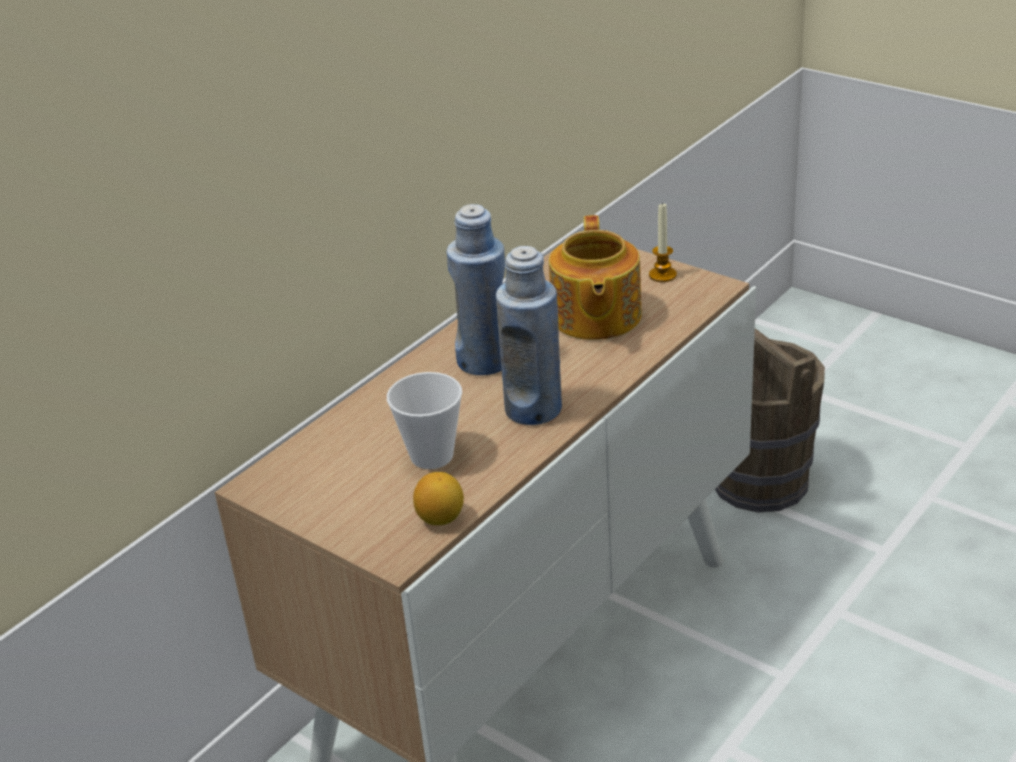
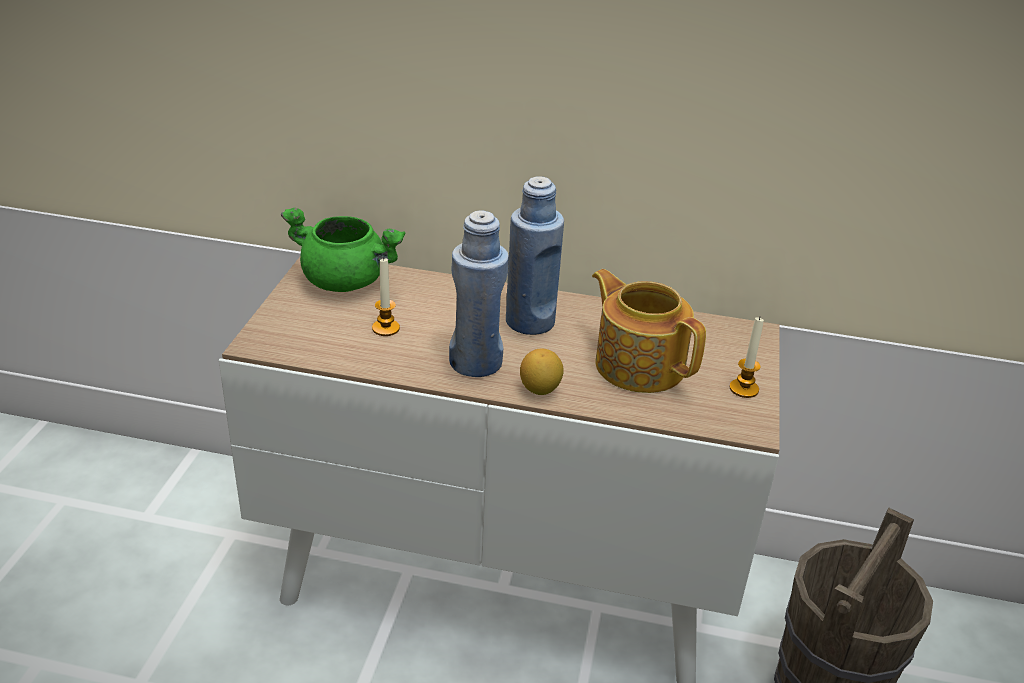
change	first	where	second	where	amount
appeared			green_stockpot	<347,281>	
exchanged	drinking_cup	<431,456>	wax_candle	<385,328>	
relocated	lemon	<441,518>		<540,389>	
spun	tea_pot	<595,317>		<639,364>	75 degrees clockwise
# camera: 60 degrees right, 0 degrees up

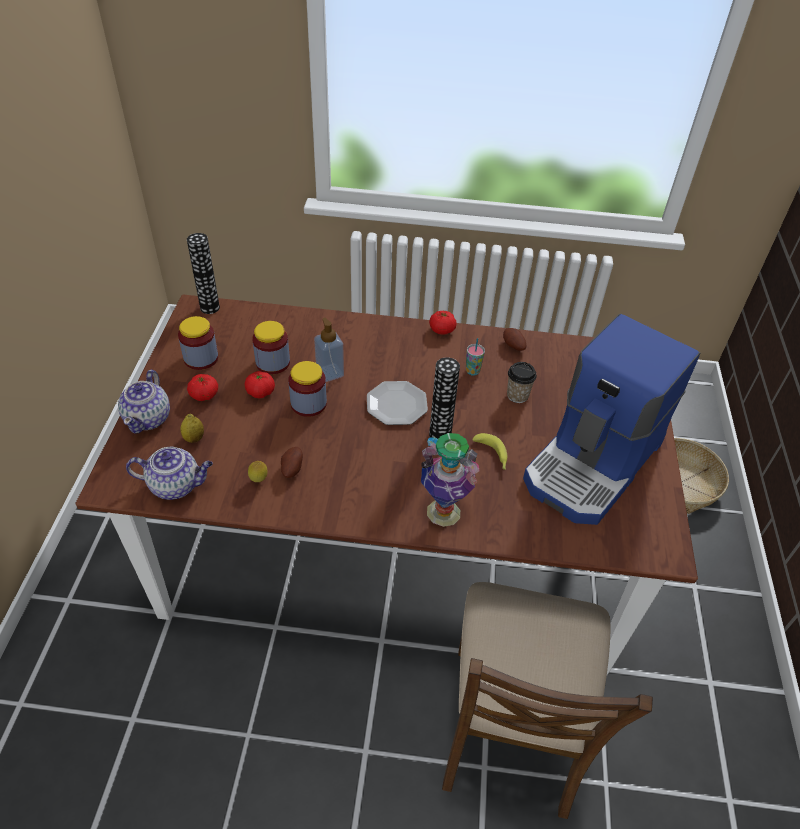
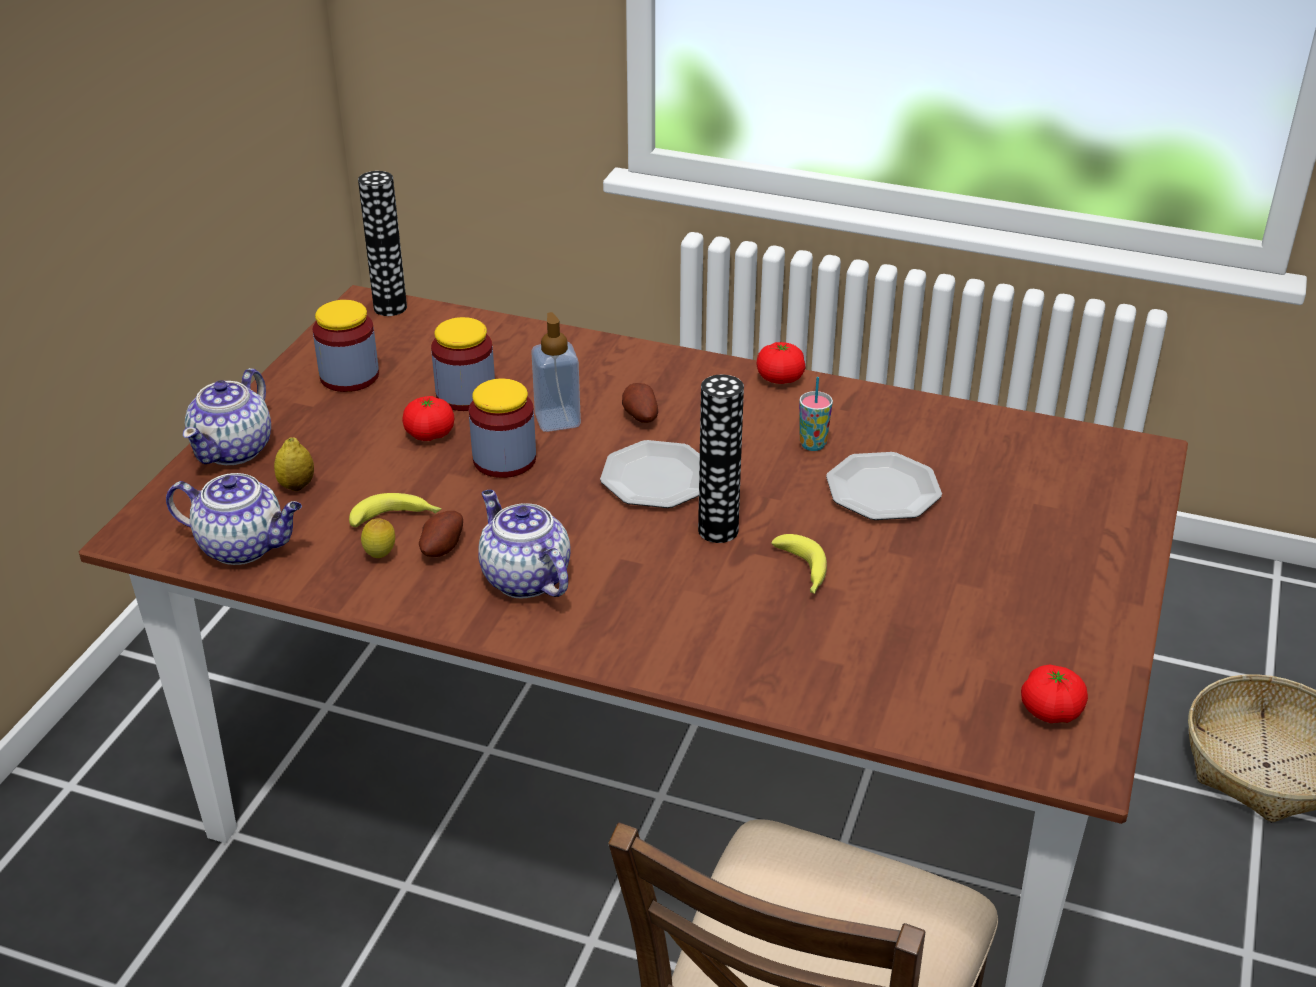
change	first	where	second	where	amount
appeared			whole_banana	<397,518>	
appeared			tea_pot	<523,578>	
relocated	spud	<513,346>		<639,417>	
exchanged	drinking_cup	<517,395>	dinner_plate	<882,490>	
relocated	fresh_tomato	<204,395>		<1050,711>	
missing	flower_vase	<443,513>			
missing	coffee_machine	<593,464>			
# camera: 15 degrees right, 10 degrees down

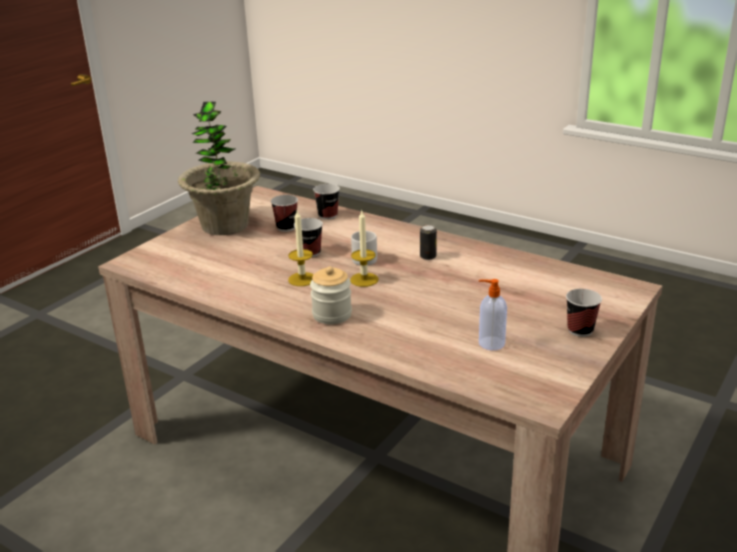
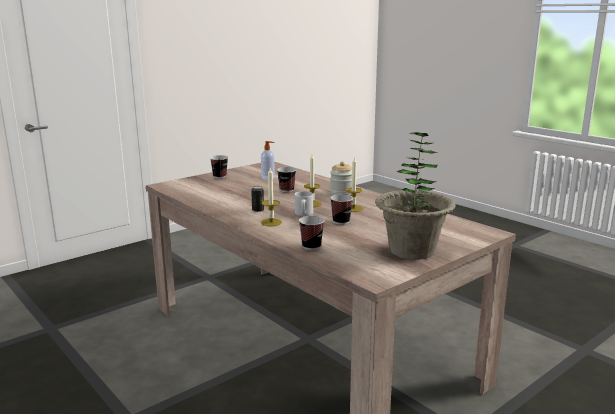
change	first	where	second	where	amount
appeared			wax_candle	<271,222>	
relocated	drinking_cup	<286,227>		<286,190>	
# camera: 165 degrees left, 10 degrees down

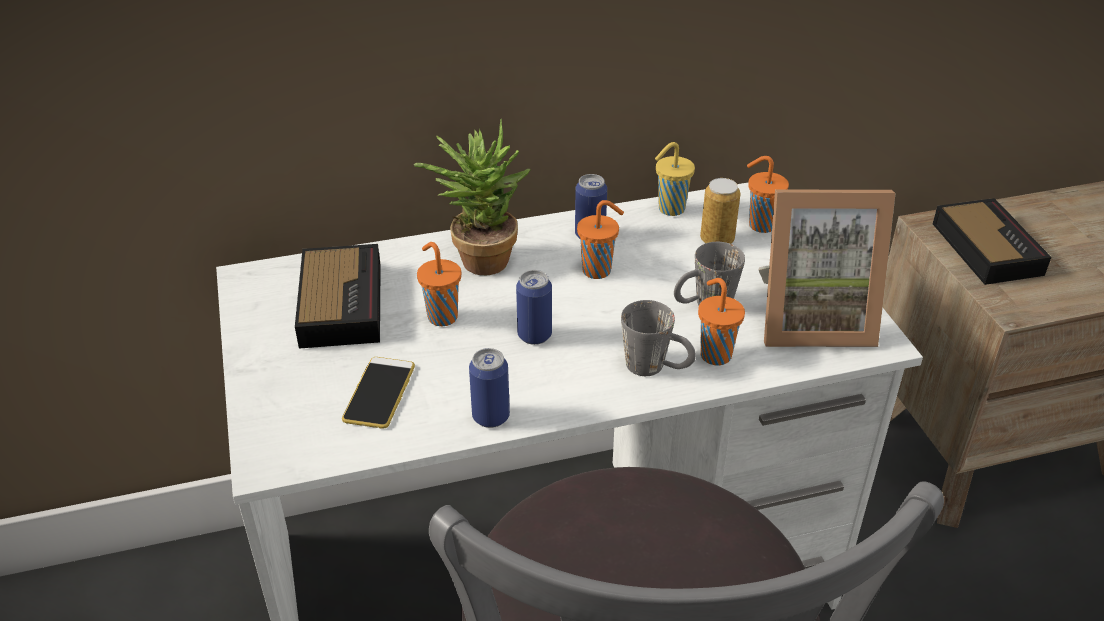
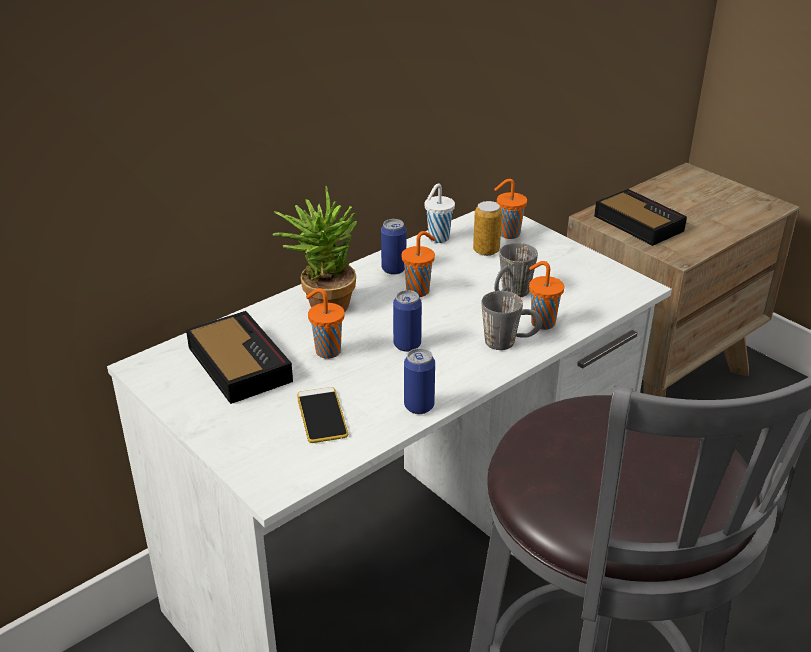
change	first	where	second	where	amount
colour	yellowish_drinking_cup	<670,209>	white_drinking_cup	<437,239>	
missing	photo_frame	<812,319>			
# camera: 25 degrees left, 5 degrees down

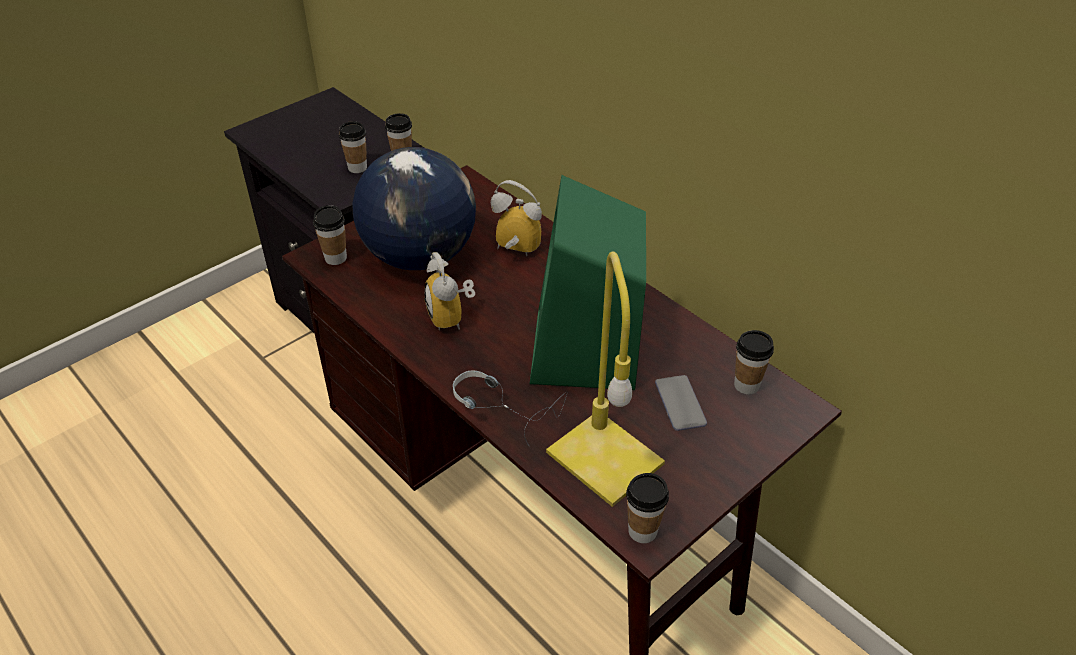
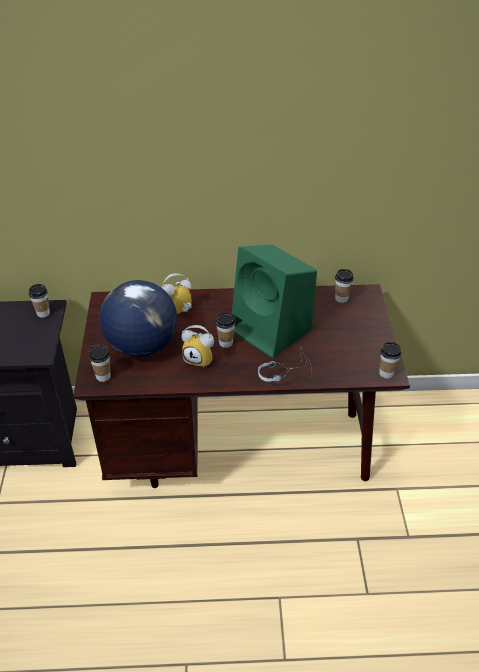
change	first	where	second	where	amount
relocated	drinking_cup	<357,168>		<225,343>	
missing	yellowish_table_lamp	<602,457>			
missing	handset	<680,404>			
# camera: 50 degrees left, 0 degrees up

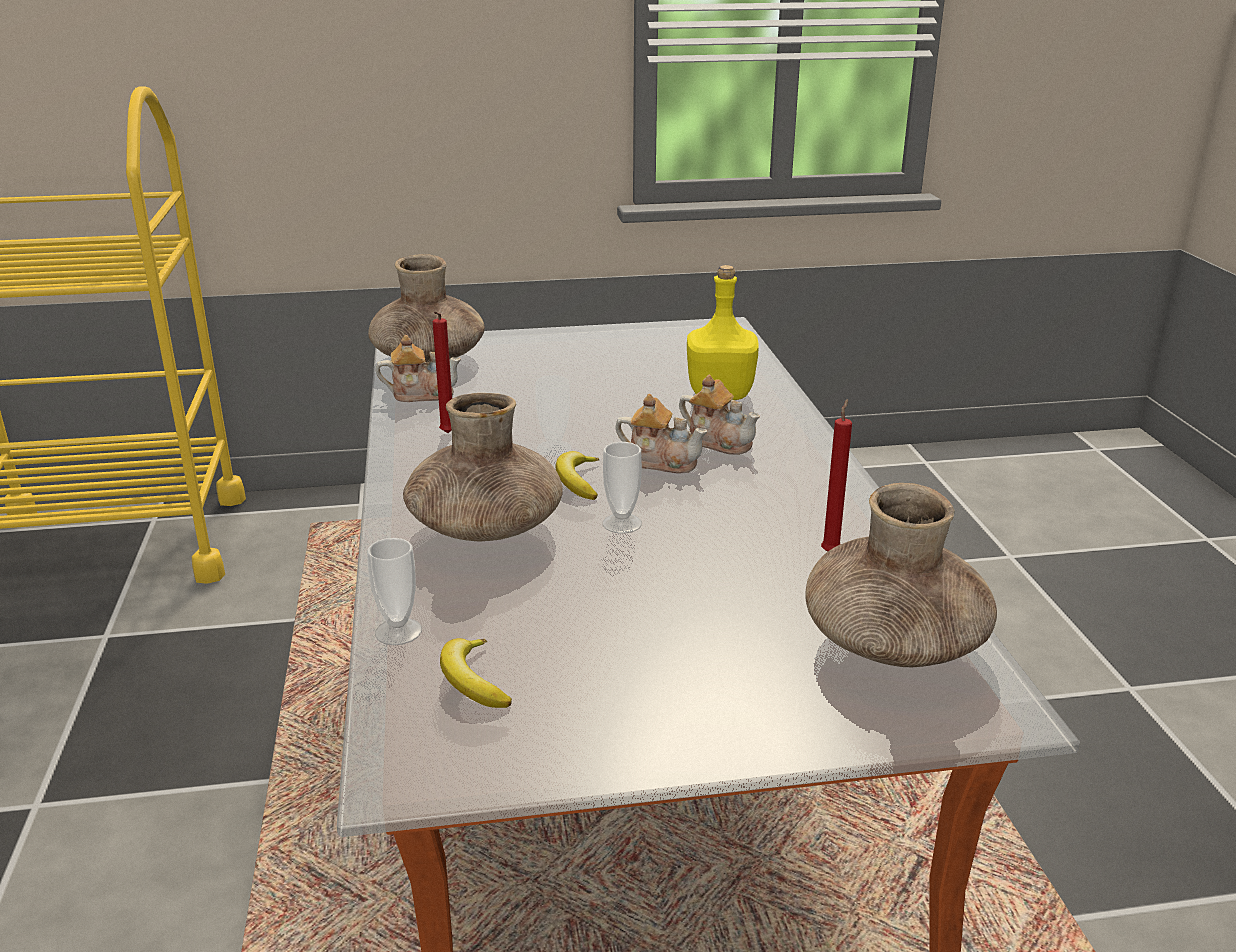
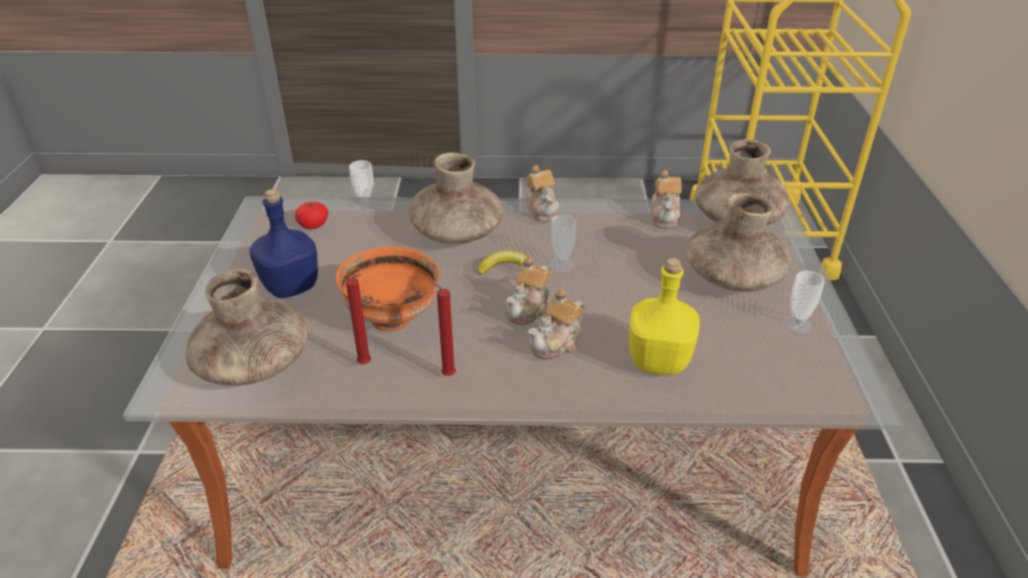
change	first	where	second	where	amount
appeared			blue_drink_bottle	<291,287>	
exchanged	whole_banana	<473,681>	fresh_tomato	<313,224>	
appeared			orange-coloured_deep_dish	<393,319>	
relocated	red_wax_candle	<446,434>		<446,374>	
appeared			tea_pot	<542,209>	
appeared			brownish_flower_vase	<733,278>	
relocated	drinking_cup	<622,523>		<797,324>	
# camera: 100 degrees right, 10 degrees up

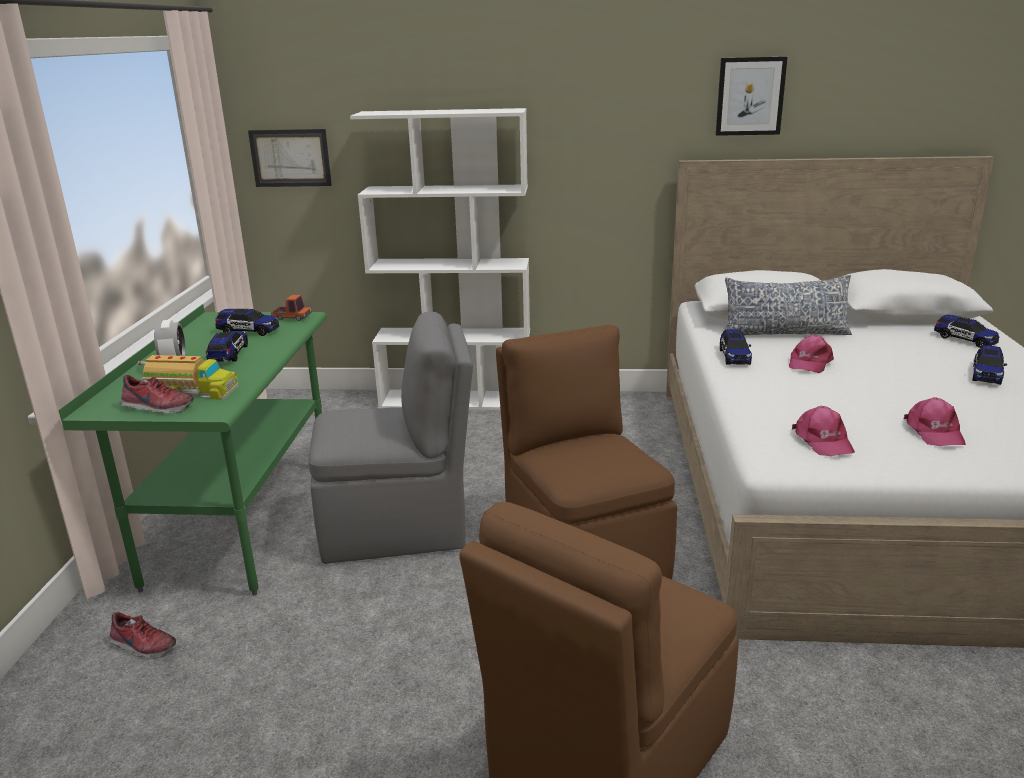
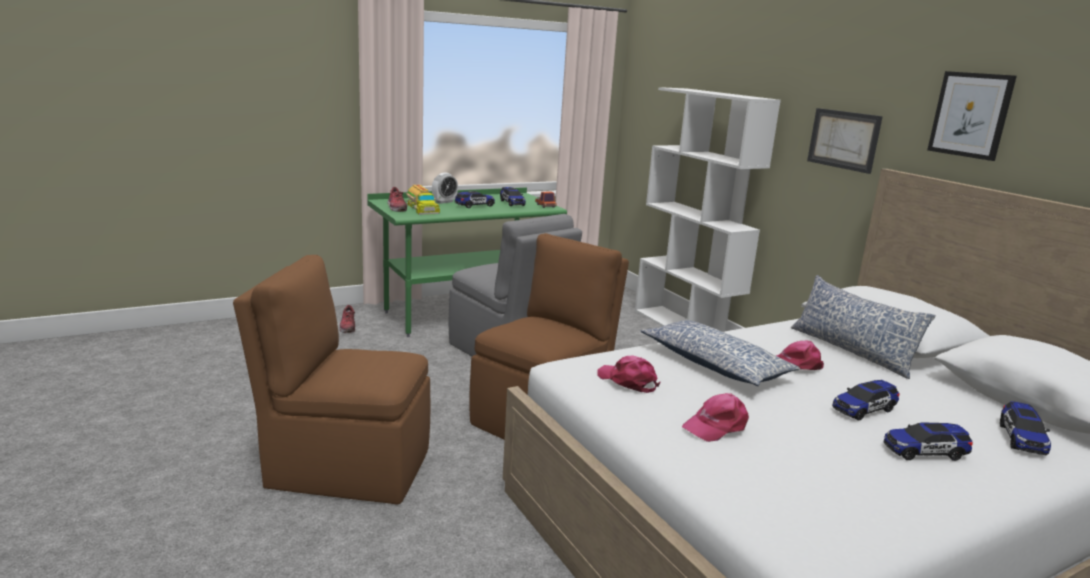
change	first	where	second	where	amount
spun	pink_peaked_cap	<822,441>		<628,381>	90 degrees clockwise
appeared			cushion	<714,365>	
relocated	picture	<290,158>		<843,139>	
relocated	model_car	<734,356>		<864,409>	
# camera: 55 degrees right, 5 degrees down

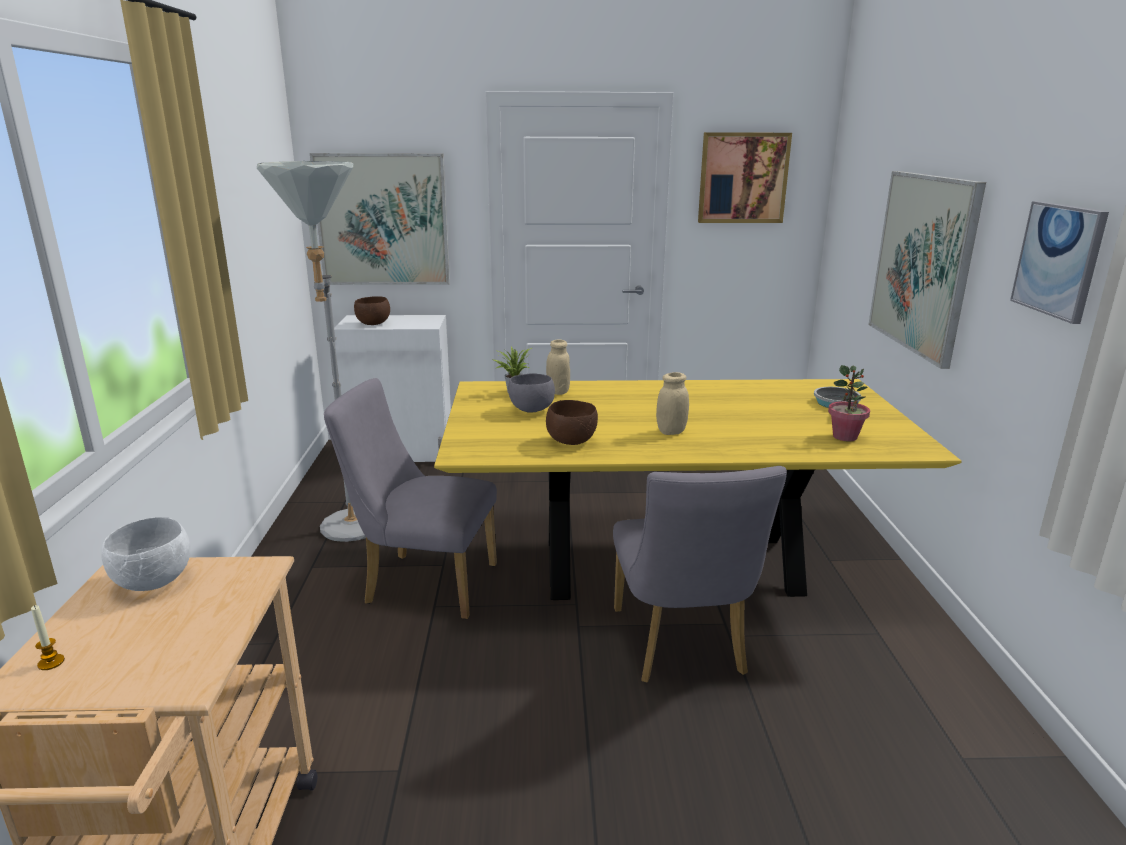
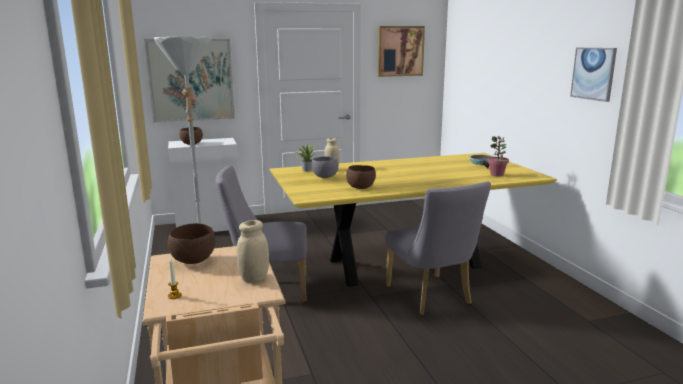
change	first	where	second	where	amount
colour	white_deep_dish	<155,582>	brownish_deep_dish	<194,260>	
relocated	beige-coloured_storage_jar	<671,431>		<254,278>	
missing	picture	<923,263>			
# camera: 15 degrees left, 5 degrees down

